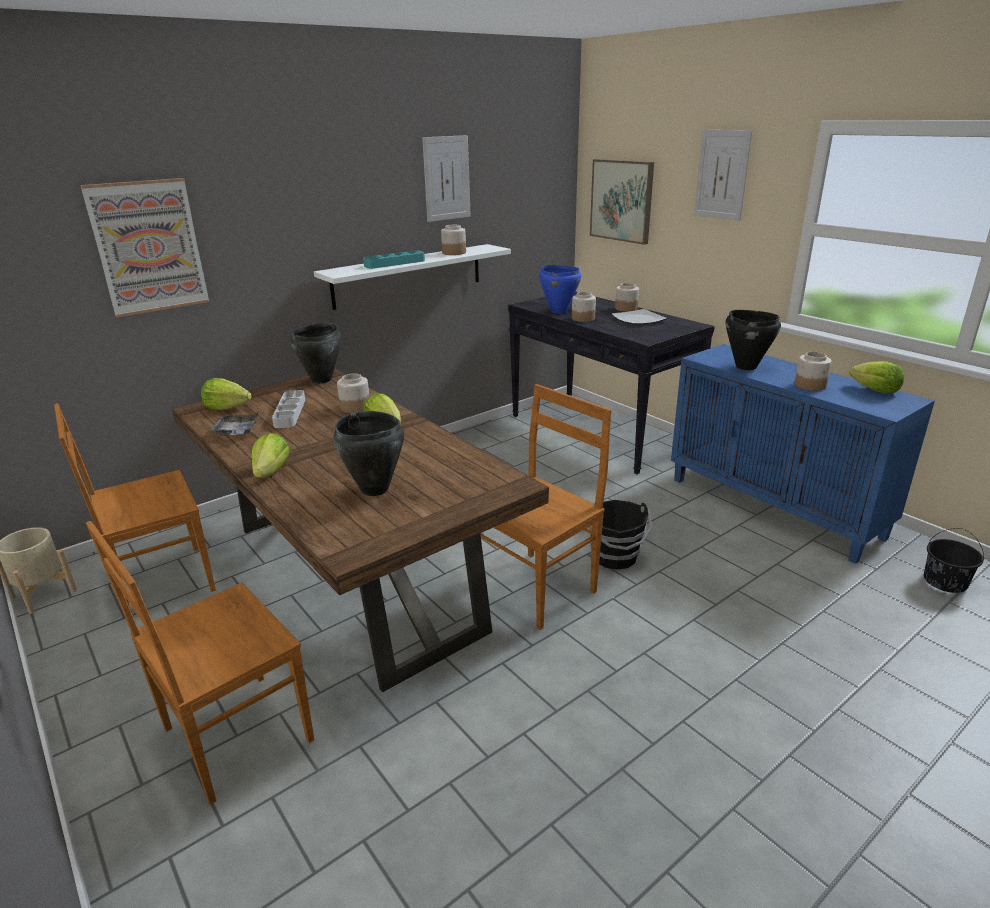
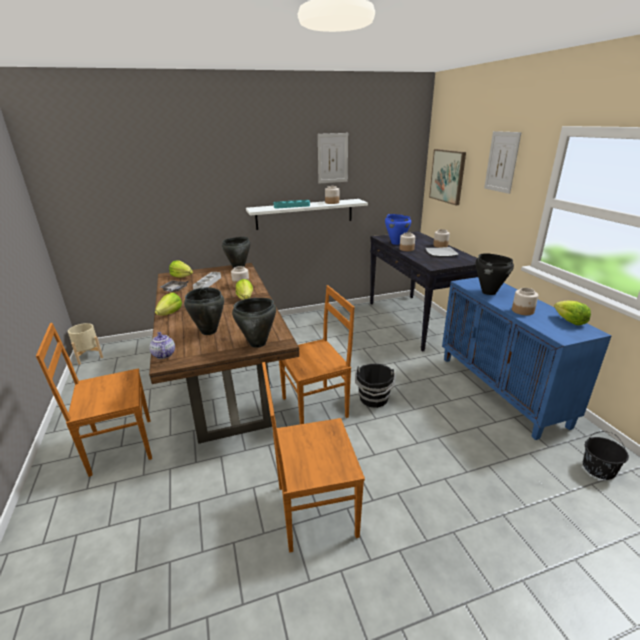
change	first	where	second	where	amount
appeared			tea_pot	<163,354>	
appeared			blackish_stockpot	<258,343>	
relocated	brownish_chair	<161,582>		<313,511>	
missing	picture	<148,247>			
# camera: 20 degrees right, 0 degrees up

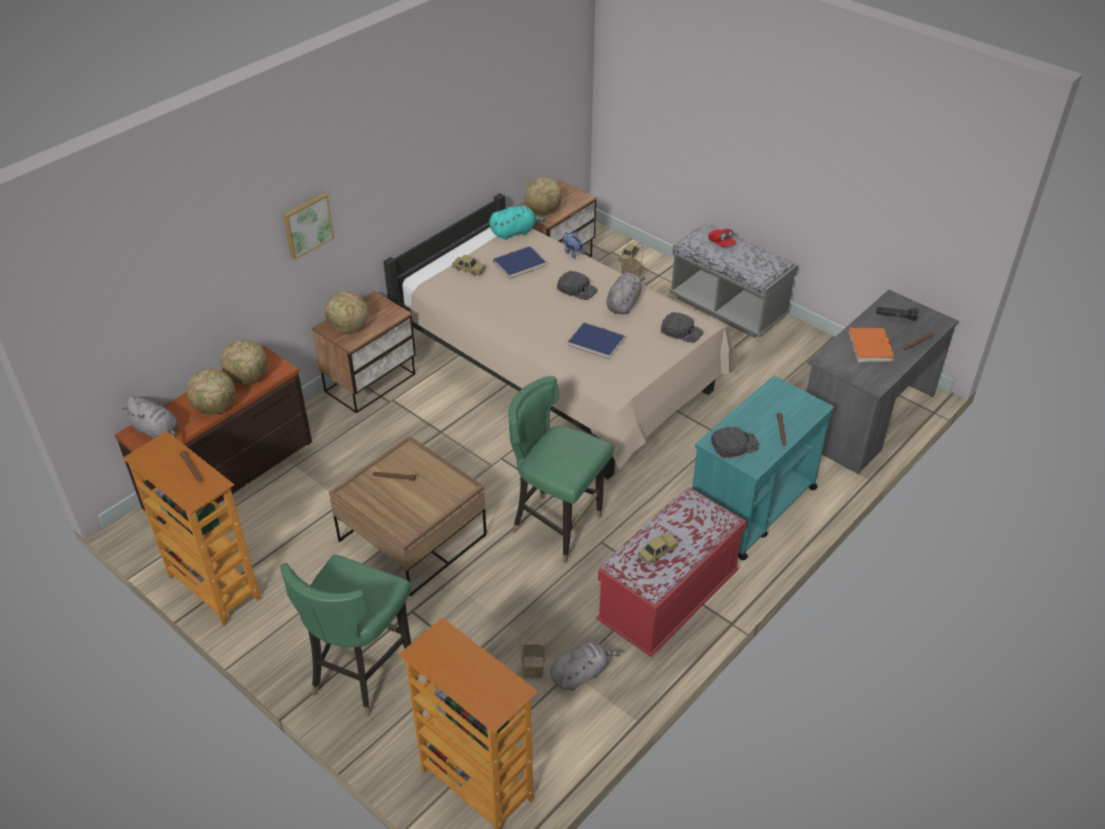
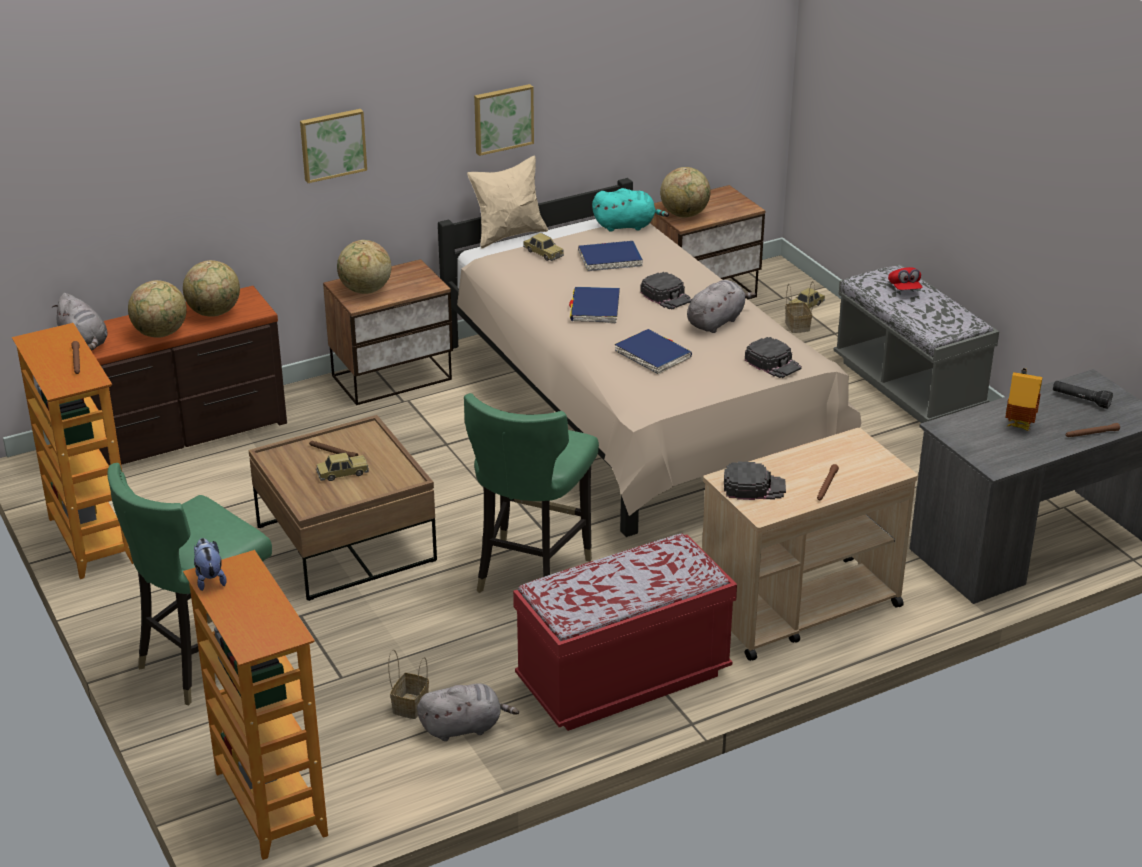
change	first	where	second	where	amount
relocated	cuddly_toy	<572,253>		<209,578>	
relocated	model_car	<657,552>		<342,473>	
spun	green_chair	<557,527>		<530,572>	120 degrees counterclockwise
appeared			beige-coloured_cushion	<509,235>	
appeared			picture	<502,118>	
appeared			blue_bound_book	<595,308>	
colour	turquoise-coloured_wheeled_cart	<751,508>	beige-coloured_wheeled_cart	<798,608>	
exchanged	orange-coloured_bound_book	<870,347>	miniature_house	<1019,425>	
# camera: 20 degrees right, 10 degrees down

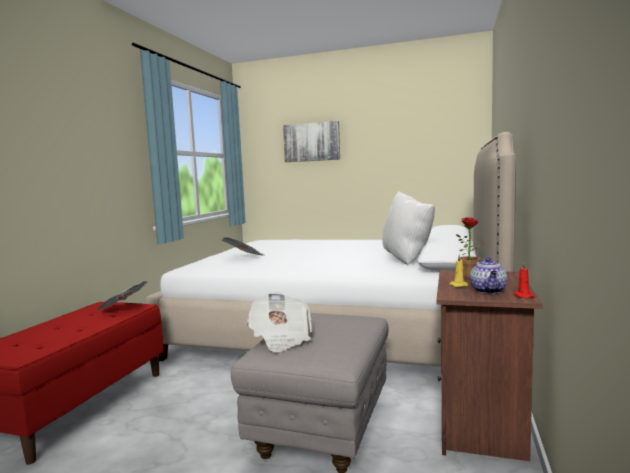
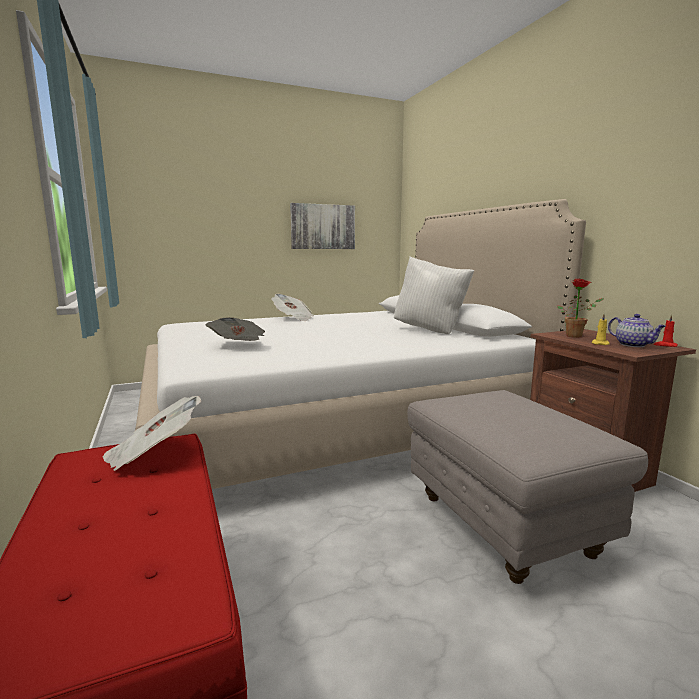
change	first	where	second	where	amount
relocated	daily_paper	<280,339>		<293,318>	
relocated	picture	<311,142>		<323,227>	
# camera: 40 degrees left, 5 degrees up

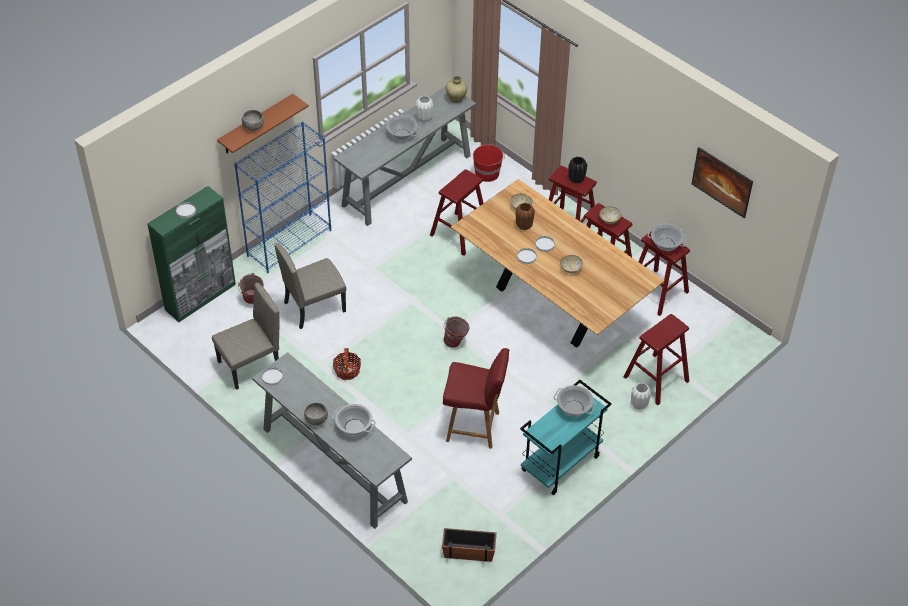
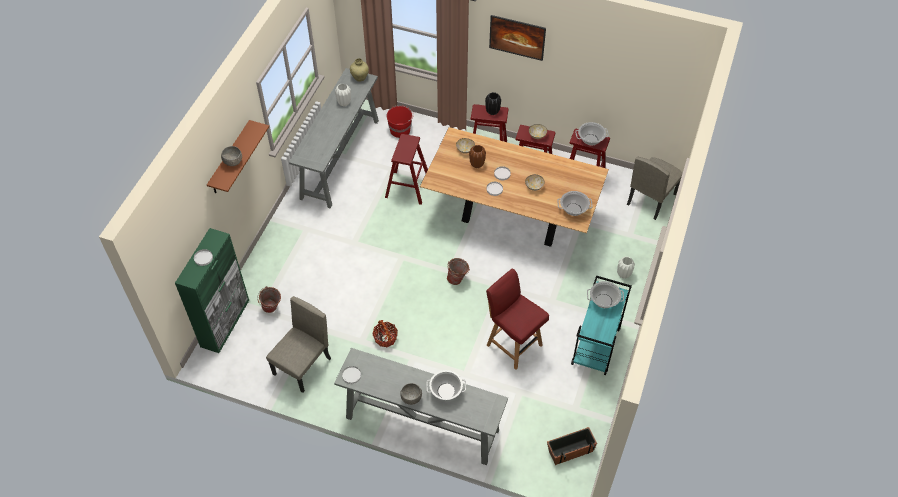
change	first	where	second	where	amount
spun	red_chair	<474,427>		<513,344>	120 degrees counterclockwise
relocated	picture	<720,191>		<516,45>	
relocated	stockpot	<402,134>		<574,209>	
relocated	beige-coloured_chair	<314,306>		<651,199>	
missing	blue_shelving_unit	<289,242>			
missing	red_stool	<656,379>			
# camera: 25 degrees left, 5 degrees up

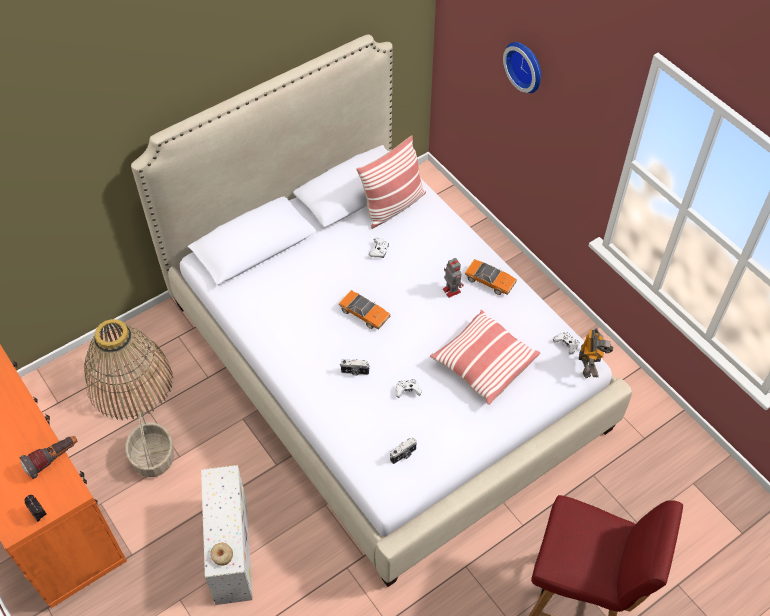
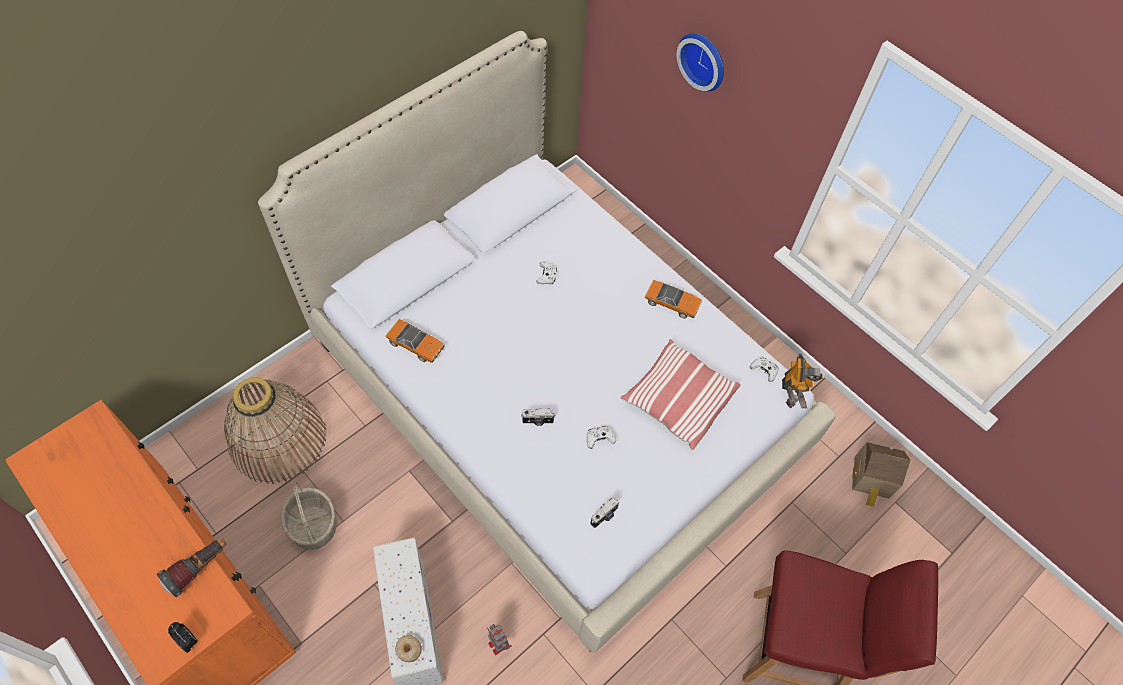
change	first	where	second	where	amount
relocated	model_car	<364,313>		<416,344>	
relocated	robot_figure	<451,290>		<498,643>	
appeared			miniature_house	<871,479>	
missing	cushion	<393,206>			
# camera: 10 degrees left, 5 degrees up

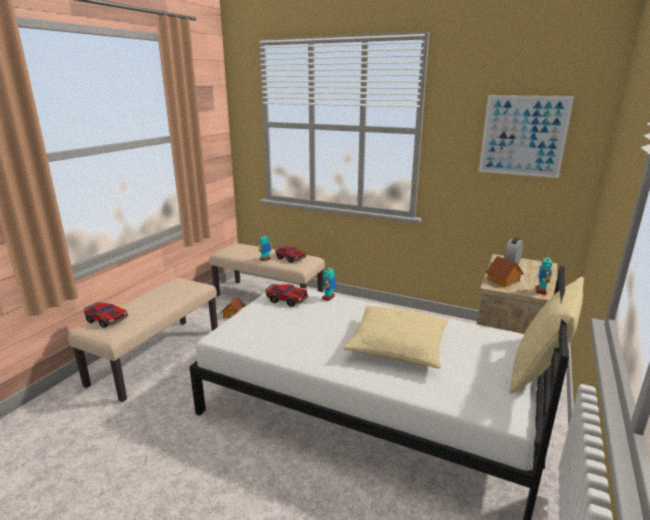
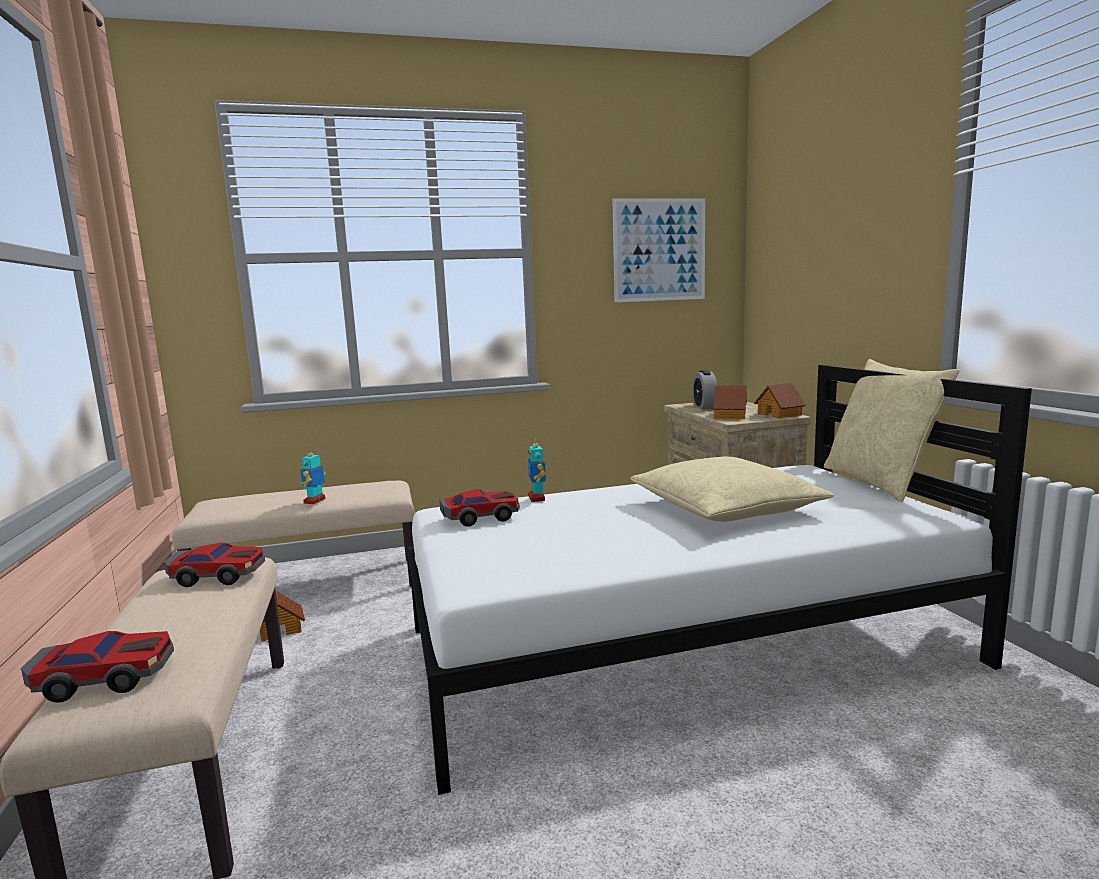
change	first	where	second	where	amount
relocated	model_car	<290,258>		<218,575>	
exchanged	robot_figure	<541,291>	miniature_house	<780,414>	
# camera: 40 degrees left, 10 degrees down

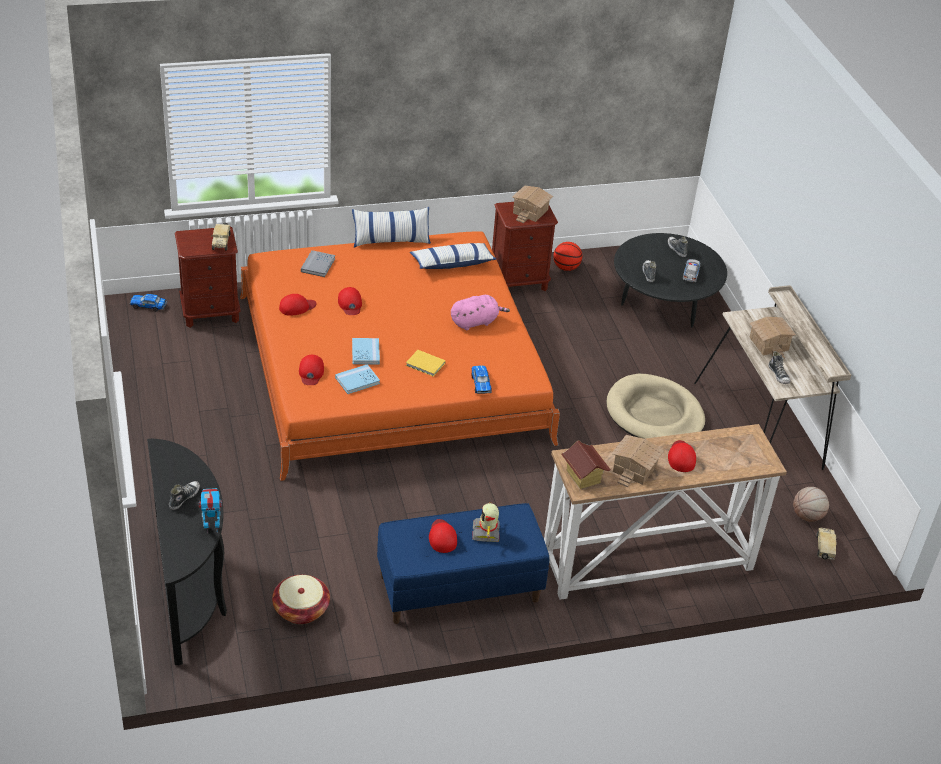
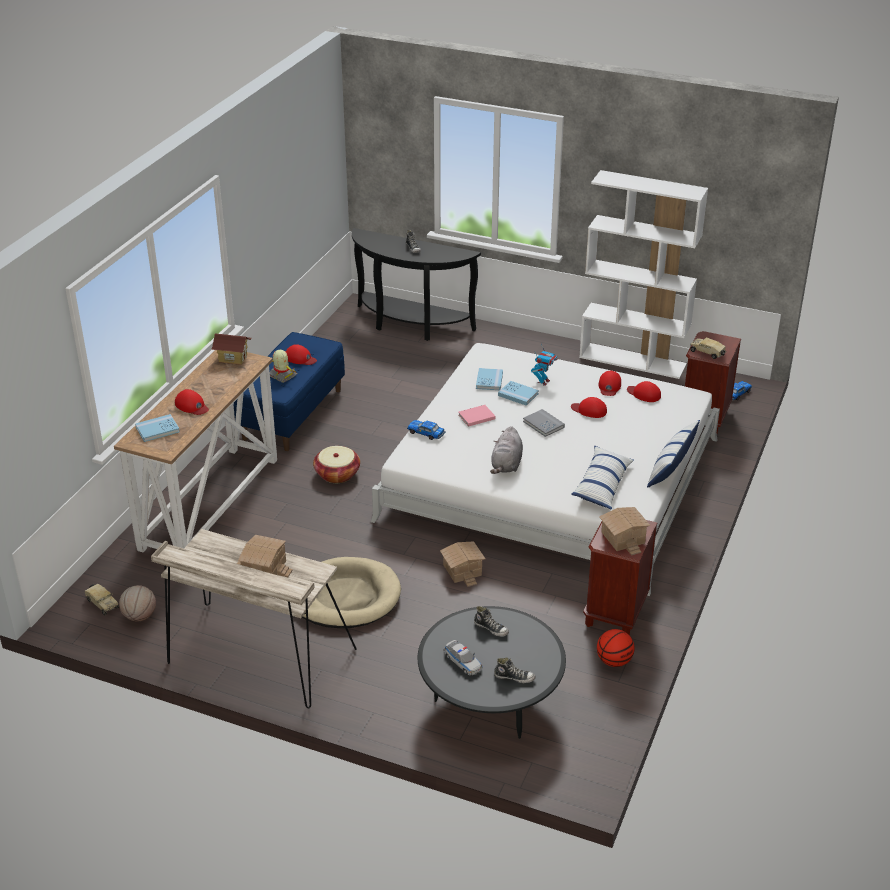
change	first	where	second	where	amount
appeared			blue_bound_book	<157,429>	
relocated	household_basket	<301,609>		<337,474>	
colour	orange-coloured_bed	<391,367>	white_bed	<550,478>	
relocated	miniature_house	<635,469>		<461,570>	
colour	yellowish_bound_book	<426,365>	pink_bound_book	<475,417>	
colour	pink_cuddly_toy	<475,322>	grey_cuddly_toy	<506,465>	
relocated	grey_bound_book	<318,265>		<543,424>	
relocated	robot_figure	<212,528>		<543,382>	
appeared			white_shelving_unit	<633,361>	
relocated	red_peaked_cap	<311,372>		<644,394>	
missing	low_shoe	<779,375>			
# camera: 130 degrees right, 5 degrees down

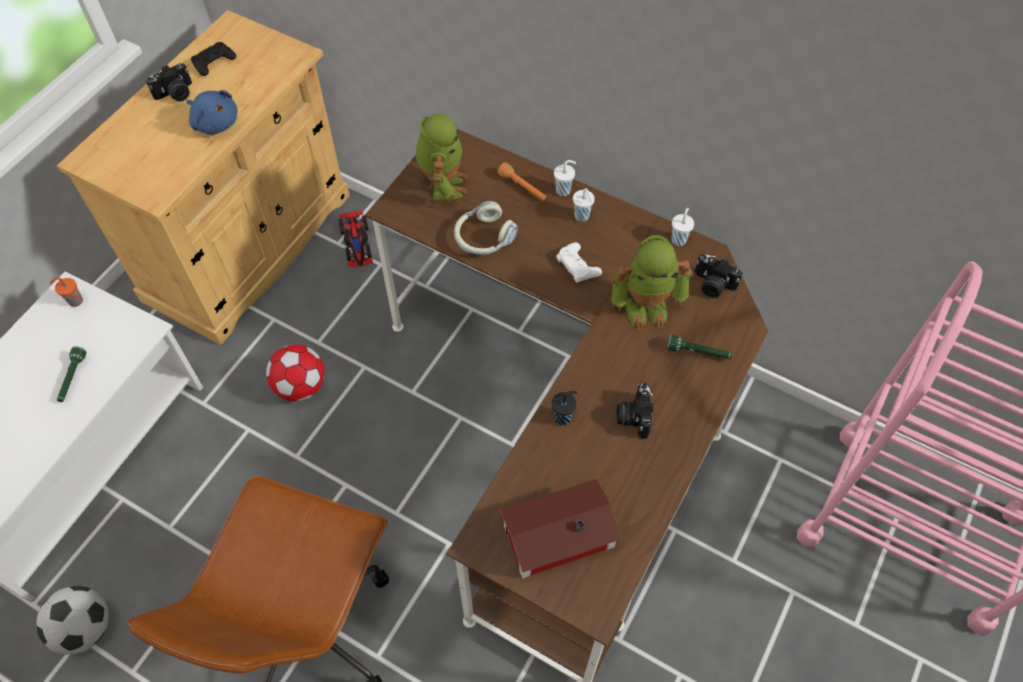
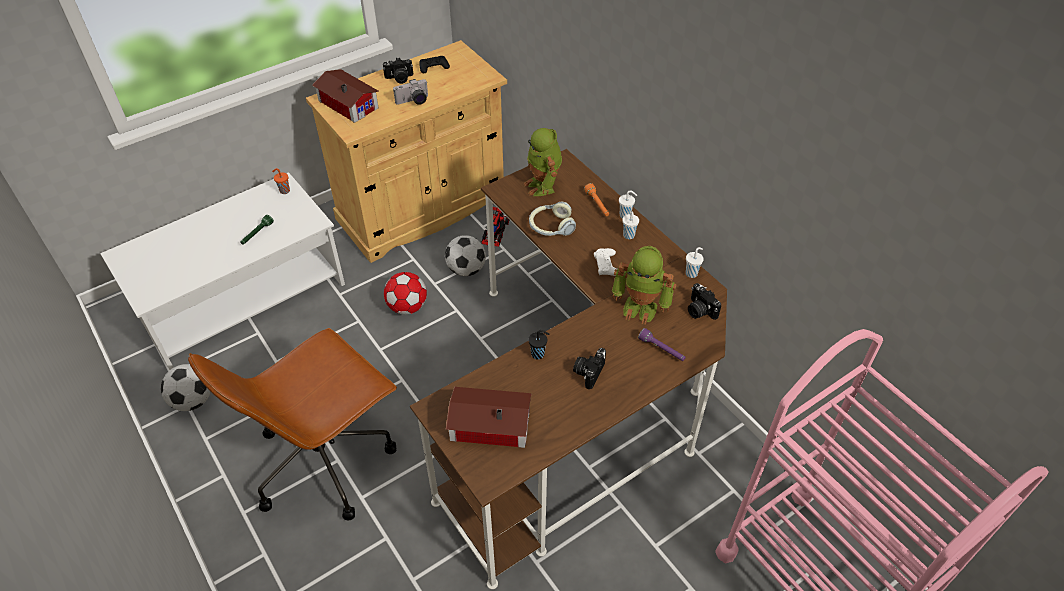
change	first	where	second	where	amount
appeared			miniature_house	<348,103>	
exchanged	blue_cuddly_toy	<215,122>	photo_camera	<413,101>	
appeared			football_ball	<466,269>	
spun	robot_figure	<443,184>		<543,186>	135 degrees clockwise
colour	green_hand_torch	<698,353>	purple_hand_torch	<661,350>	
# camera: 25 degrees right, 10 degrees down

